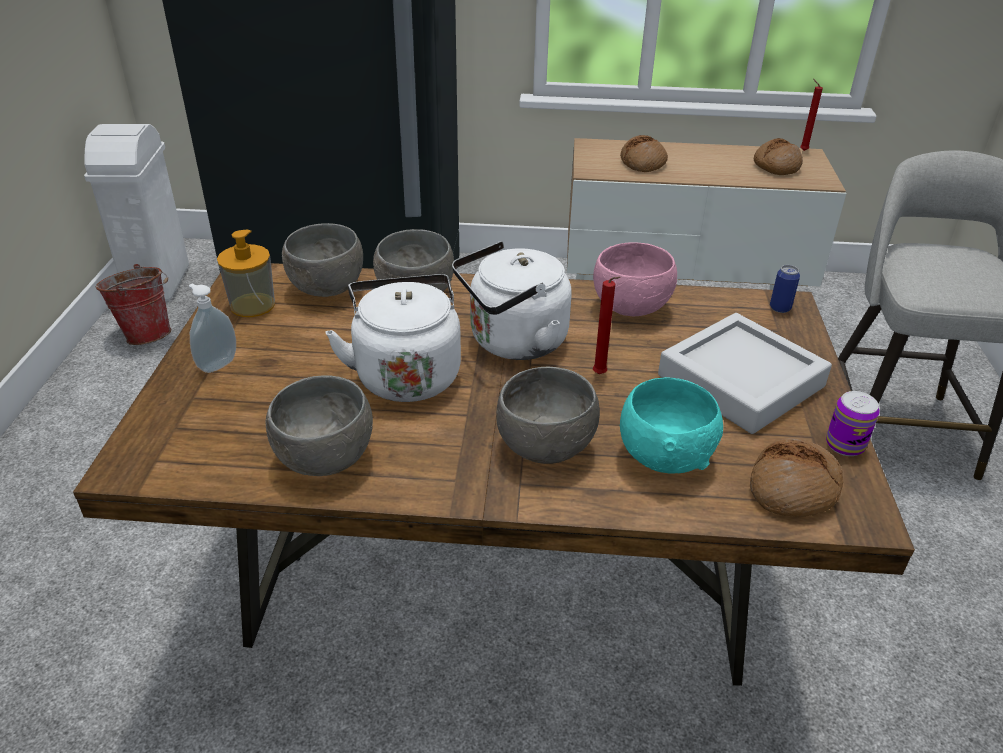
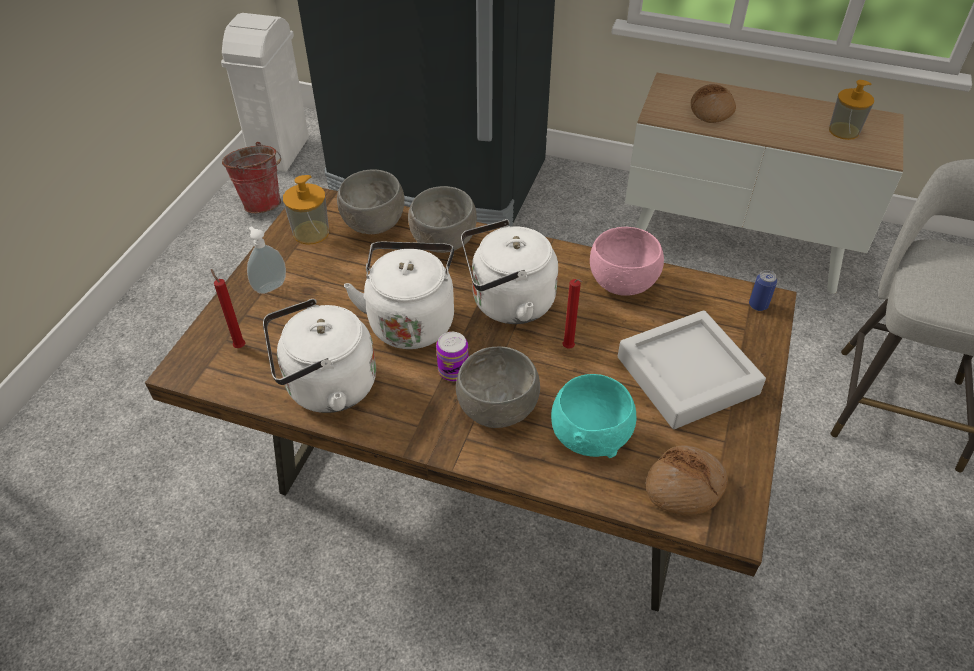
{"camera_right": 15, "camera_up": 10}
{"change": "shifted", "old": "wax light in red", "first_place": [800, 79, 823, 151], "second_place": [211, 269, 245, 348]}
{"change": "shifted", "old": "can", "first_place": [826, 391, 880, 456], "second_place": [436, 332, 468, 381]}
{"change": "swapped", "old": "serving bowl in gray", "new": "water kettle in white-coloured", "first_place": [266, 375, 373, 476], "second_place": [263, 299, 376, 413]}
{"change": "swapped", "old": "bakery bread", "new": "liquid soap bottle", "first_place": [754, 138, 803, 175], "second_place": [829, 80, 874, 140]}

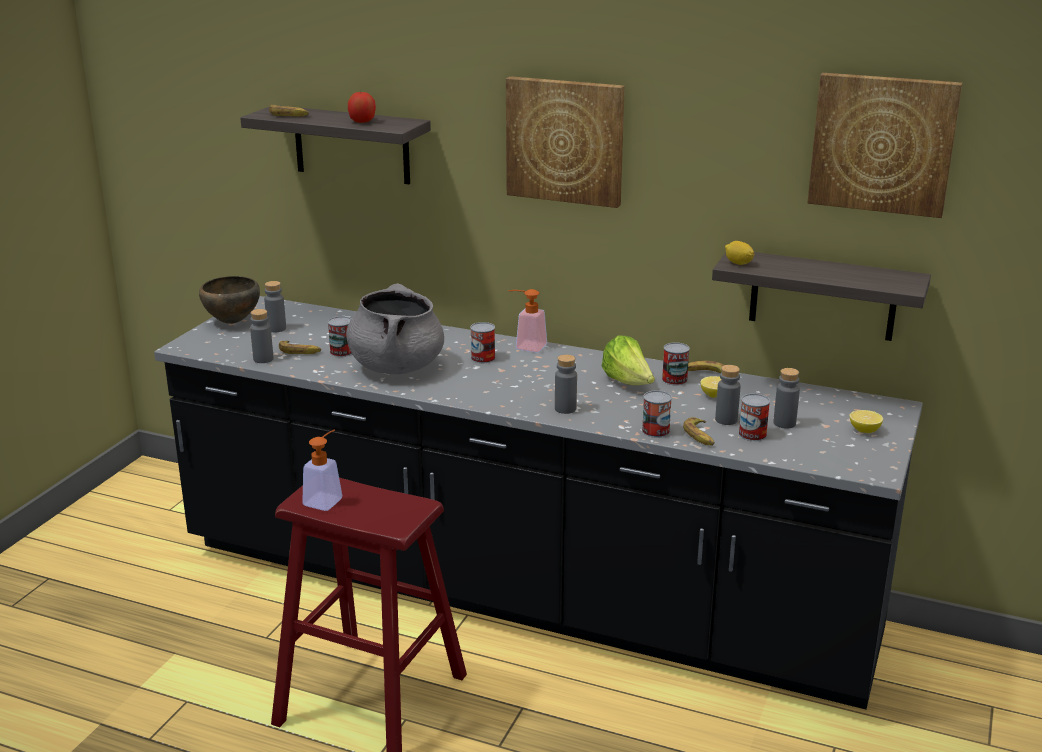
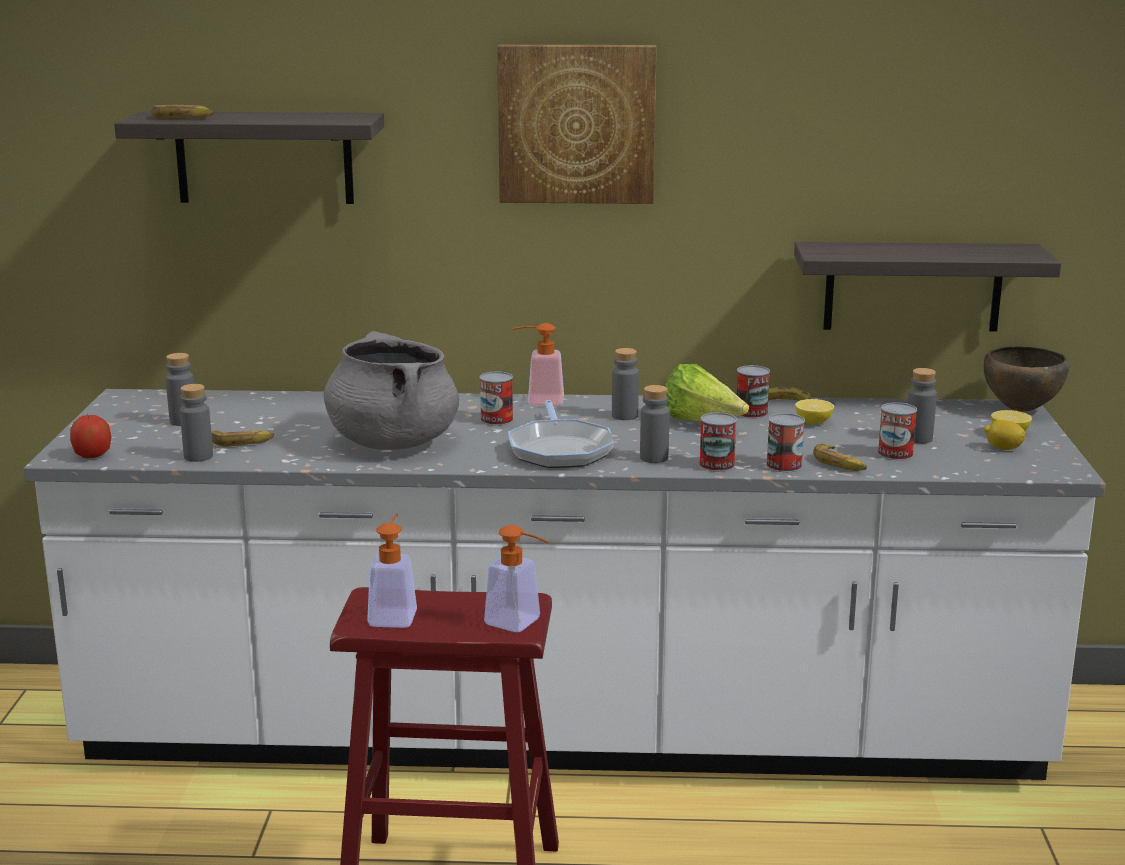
{"camera_right": -20, "camera_up": -5}
{"change": "gone", "old": "picture", "first_place": [808, 73, 962, 218]}
{"change": "new", "new": "liquid soap bottle", "second_place": [484, 525, 549, 632]}
{"change": "new", "new": "skillet", "second_place": [508, 400, 615, 468]}
{"change": "shifted", "old": "serving bowl in brown-coloured", "first_place": [199, 276, 260, 324], "second_place": [984, 346, 1069, 412]}
{"change": "shifted", "old": "can", "first_place": [328, 316, 352, 357], "second_place": [699, 413, 737, 472]}
{"change": "shifted", "old": "apple fruit", "first_place": [348, 90, 376, 123], "second_place": [70, 414, 111, 458]}
{"change": "shifted", "old": "drink bottle in gray", "first_place": [715, 365, 741, 425], "second_place": [612, 348, 639, 420]}
{"change": "shifted", "old": "whole lemon", "first_place": [725, 241, 754, 265], "second_place": [984, 420, 1026, 450]}
{"change": "repainted", "old": "kitchen base unit in black-coloured", "new": "kitchen base unit in white-coloured", "first_place": [154, 296, 923, 710], "second_place": [24, 389, 1106, 780]}

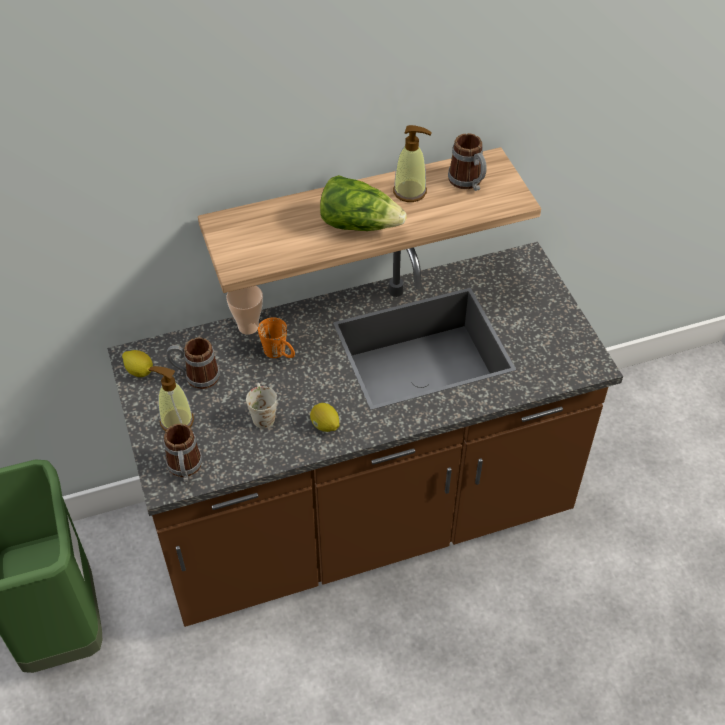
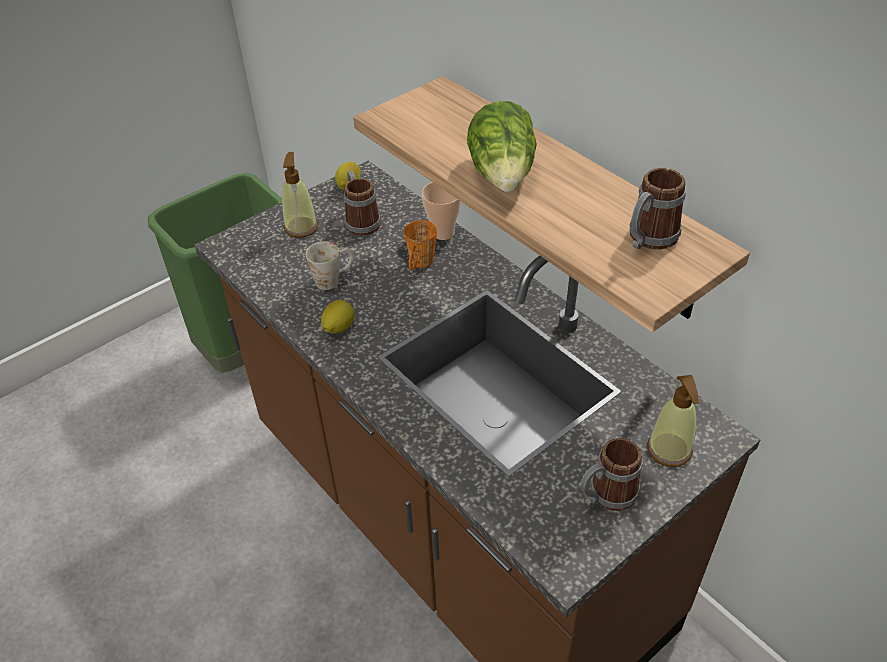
{"camera_right": 70, "camera_up": -5}
{"change": "shifted", "old": "tea mug", "first_place": [163, 424, 203, 482], "second_place": [580, 438, 643, 511]}
{"change": "shifted", "old": "liquid soap bottle", "first_place": [393, 125, 432, 202], "second_place": [647, 375, 699, 467]}

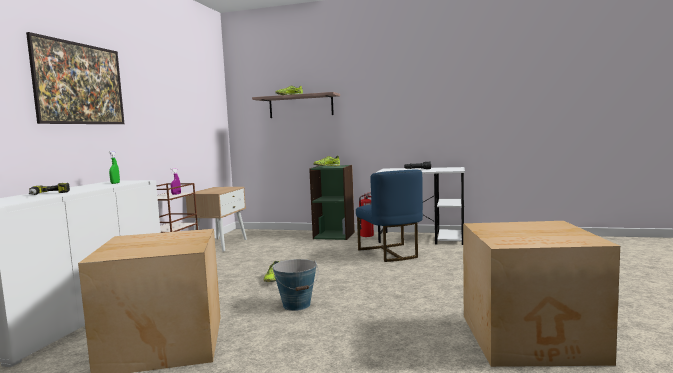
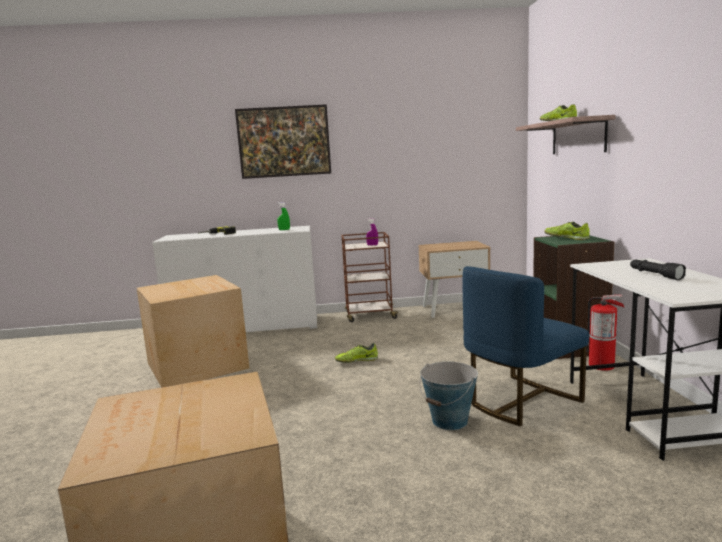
{"camera_right": 70, "camera_up": 5}
{"change": "shifted", "old": "water bucket", "first_place": [272, 259, 319, 311], "second_place": [419, 362, 478, 430]}

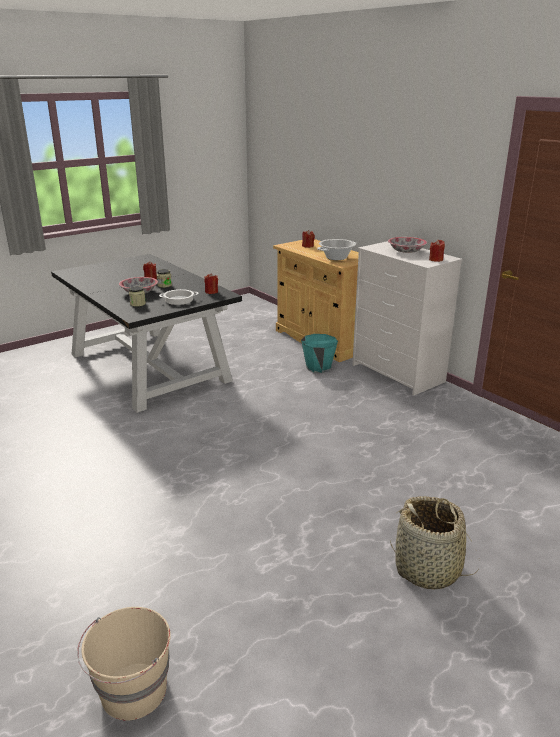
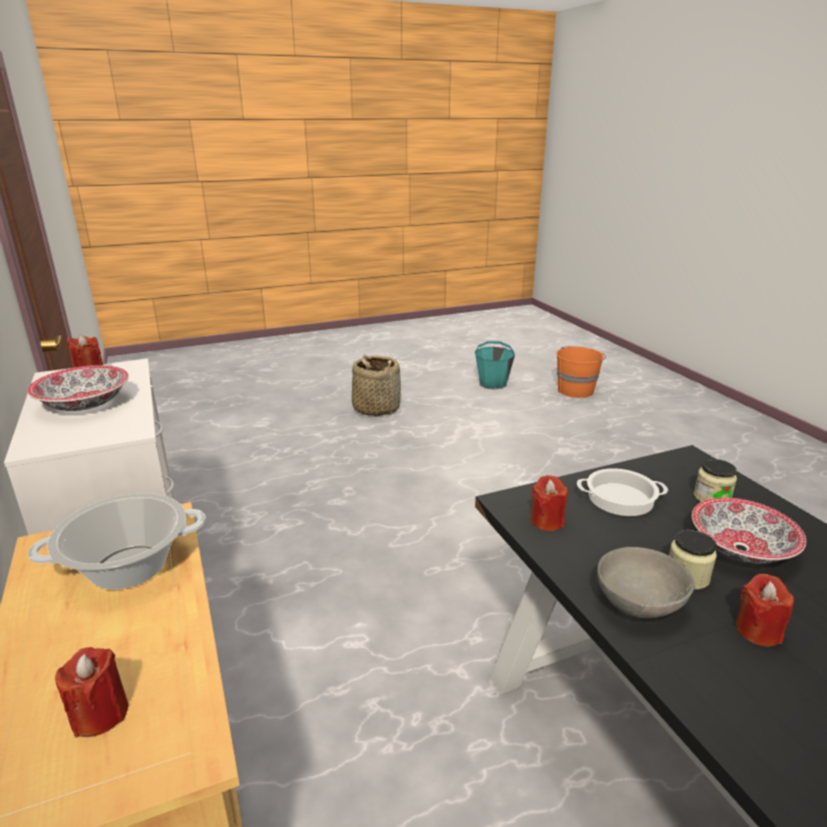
{"camera_right": -165, "camera_up": 0}
{"change": "new", "new": "serving bowl in gray", "second_place": [597, 547, 695, 619]}
{"change": "shifted", "old": "water bucket in turquoise-coloured", "first_place": [301, 334, 338, 373], "second_place": [475, 341, 515, 390]}
{"change": "repainted", "old": "water bucket in beige-coloured", "new": "water bucket in orange-coloured", "first_place": [77, 607, 171, 721], "second_place": [556, 346, 606, 398]}

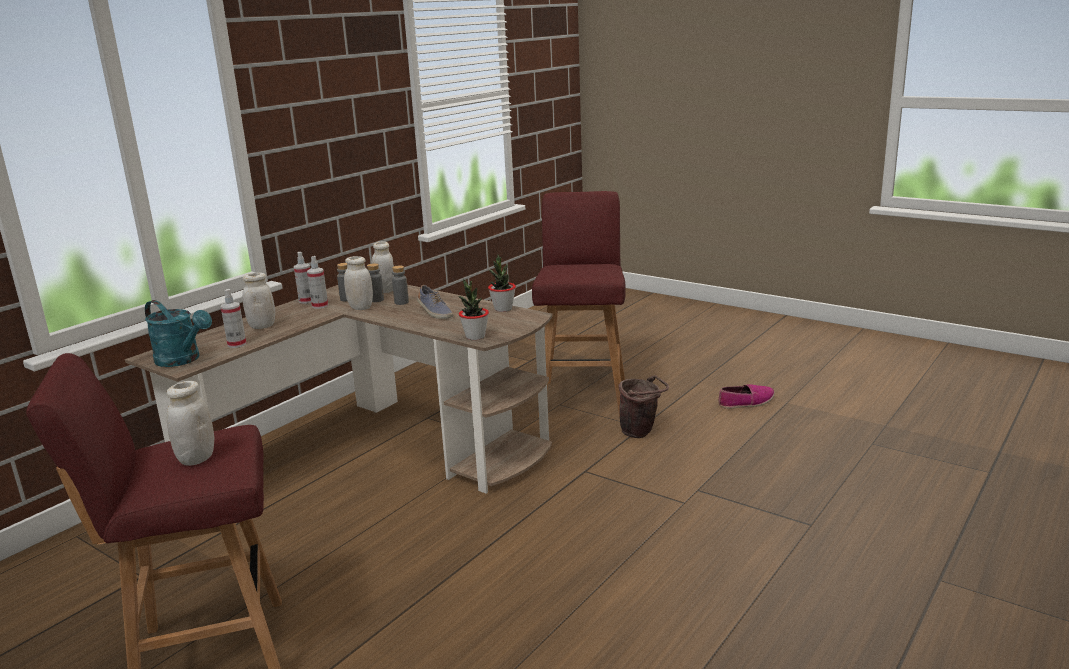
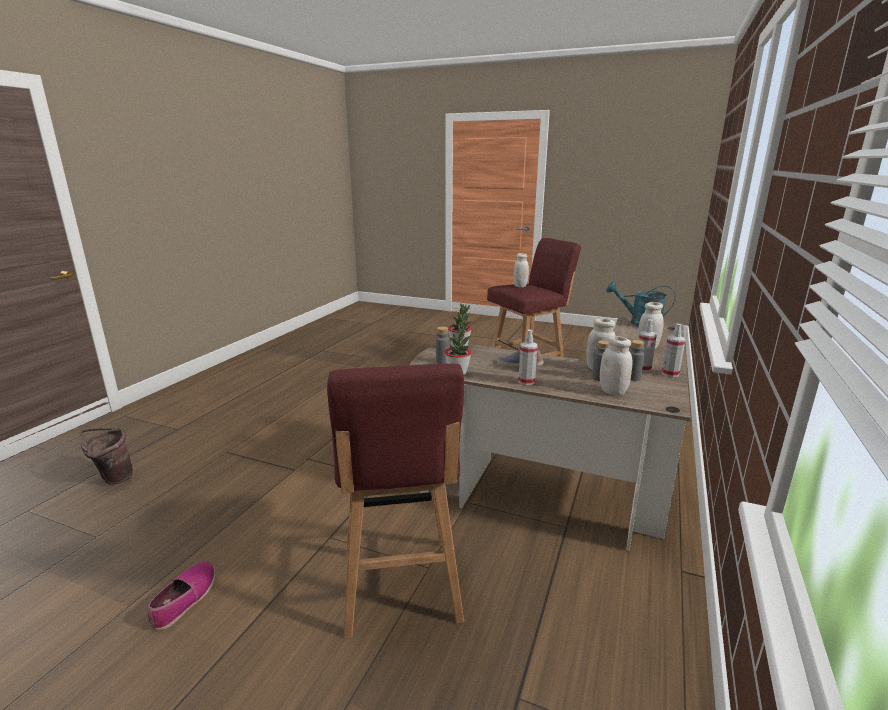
{"camera_right": 165, "camera_up": 0}
{"change": "shifted", "old": "hand sprayer", "first_place": [221, 289, 246, 348], "second_place": [518, 329, 538, 385]}
{"change": "shifted", "old": "drink bottle in gray", "first_place": [392, 265, 409, 305], "second_place": [436, 326, 450, 364]}
{"change": "shifted", "old": "water bucket in brown-coloured", "first_place": [619, 375, 669, 438], "second_place": [79, 426, 133, 485]}
{"change": "rotated", "old": "low shoe", "first_place": [718, 384, 775, 409], "second_place": [148, 561, 215, 630], "degrees": 135}

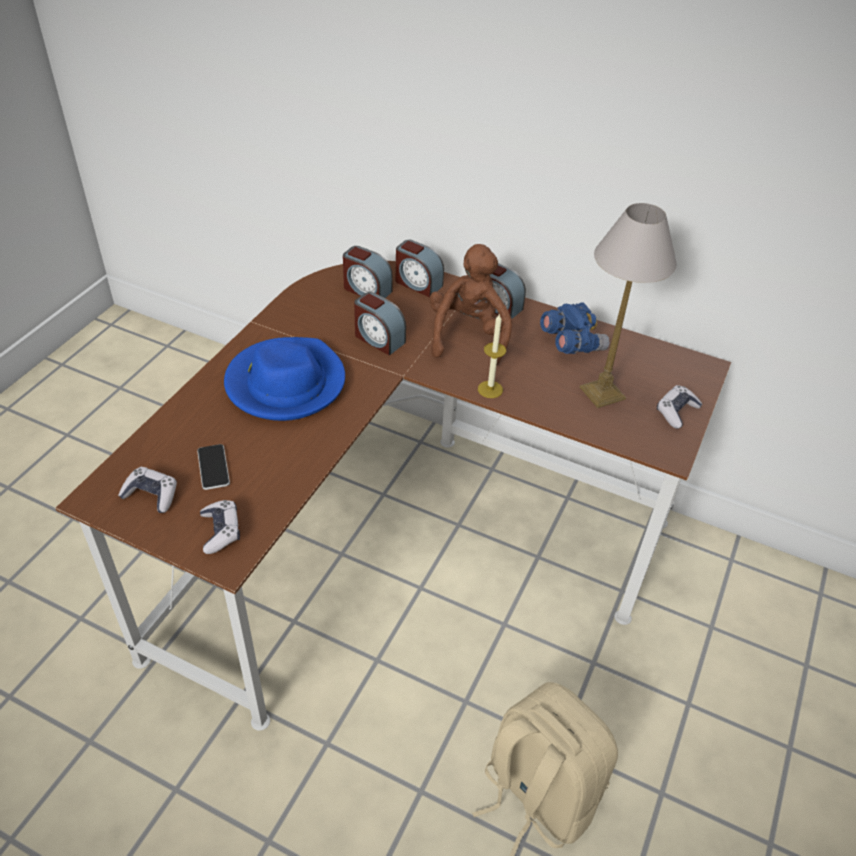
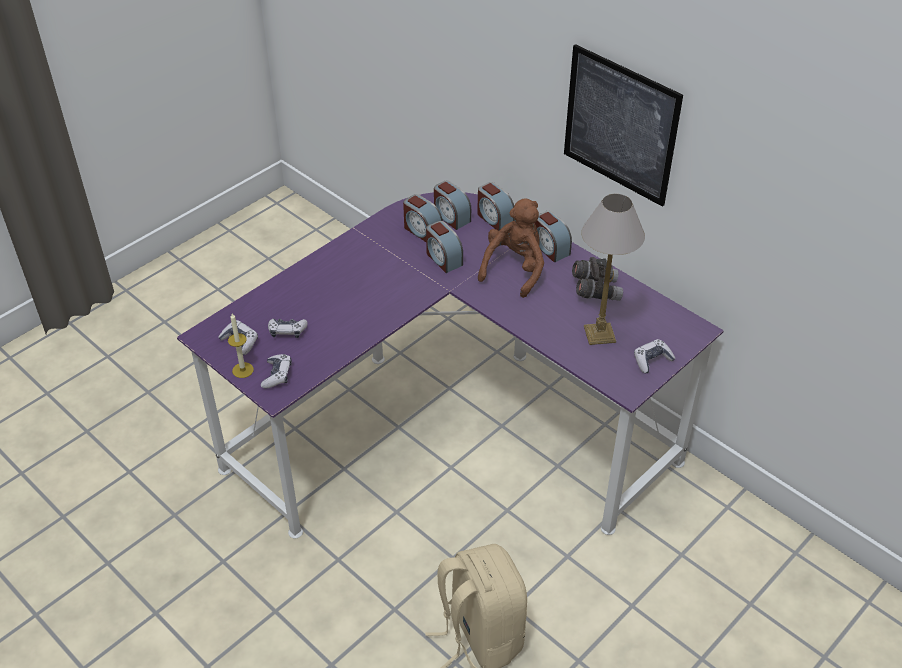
{"camera_right": 20, "camera_up": 0}
{"change": "gone", "old": "wearable hat in blue-coloured", "first_place": [224, 337, 345, 421]}
{"change": "new", "new": "table clock", "second_place": [403, 194, 443, 242]}
{"change": "new", "new": "picture", "second_place": [564, 44, 683, 207]}
{"change": "shifted", "old": "wax light", "first_place": [478, 313, 506, 398], "second_place": [228, 313, 254, 378]}
{"change": "swapped", "old": "handset", "new": "joypad", "first_place": [197, 444, 230, 490], "second_place": [268, 319, 308, 338]}
{"change": "repainted", "old": "desk unit in brown-coloured", "new": "desk unit in purple", "first_place": [55, 261, 731, 731], "second_place": [177, 192, 724, 539]}
{"change": "repainted", "old": "pair of binoculars in blue-coloured", "new": "pair of binoculars in gray", "first_place": [540, 302, 610, 354], "second_place": [572, 257, 623, 301]}

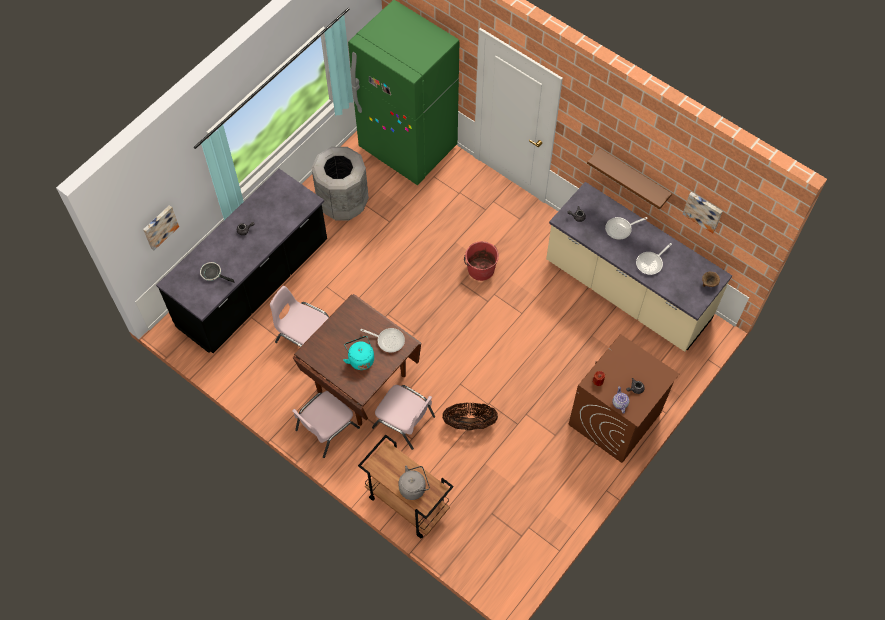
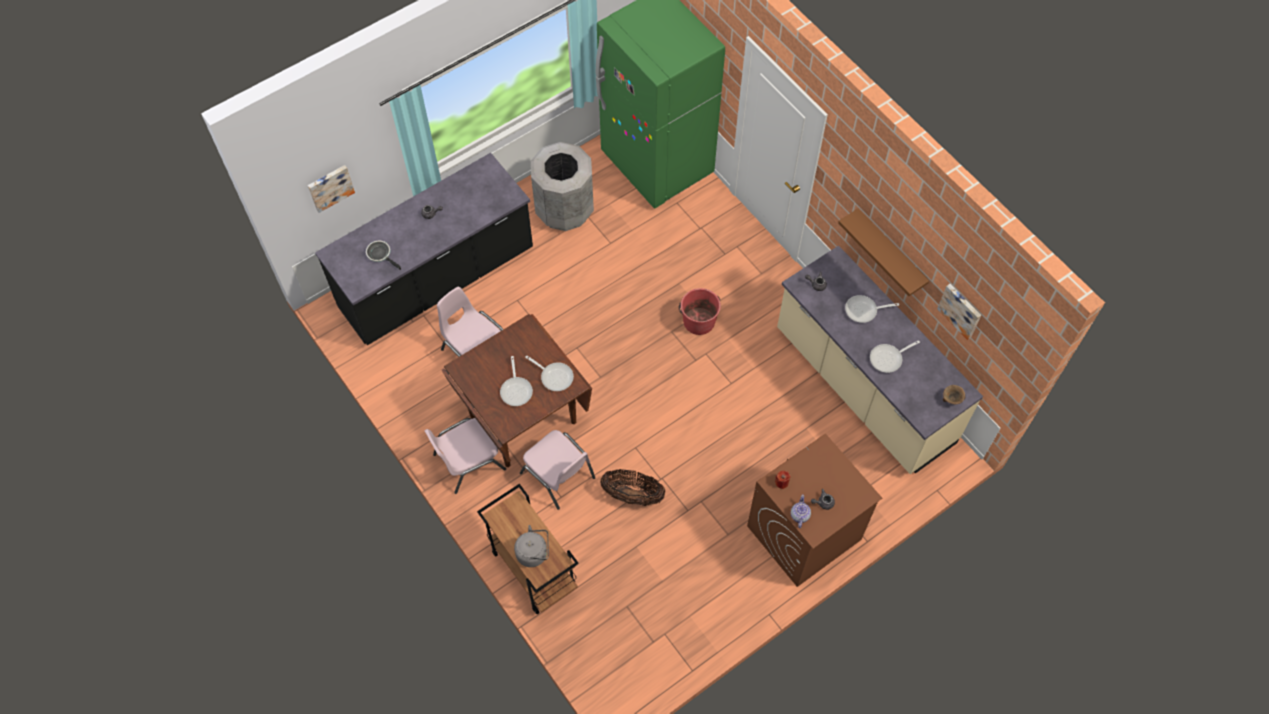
{"camera_right": 15, "camera_up": 0}
{"change": "swapped", "old": "water kettle in turquoise-coloured", "new": "skillet", "first_place": [343, 336, 374, 370], "second_place": [500, 356, 533, 406]}

